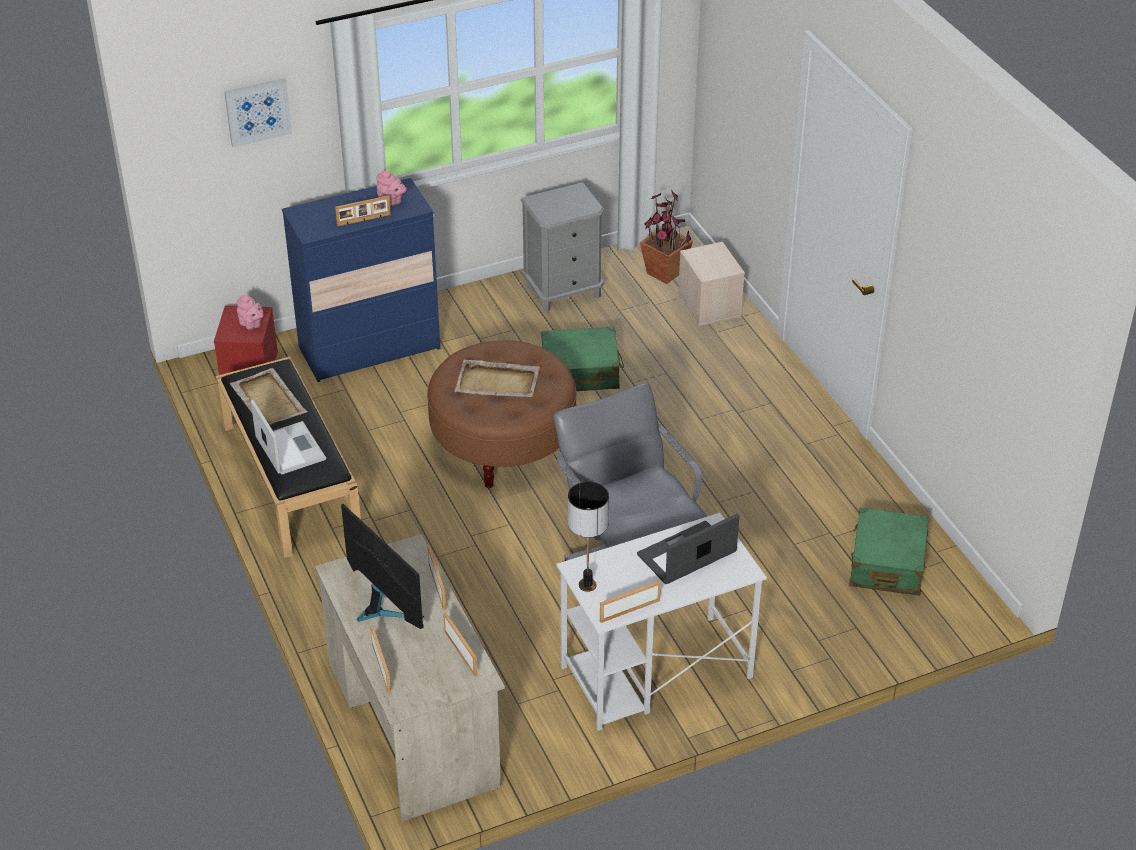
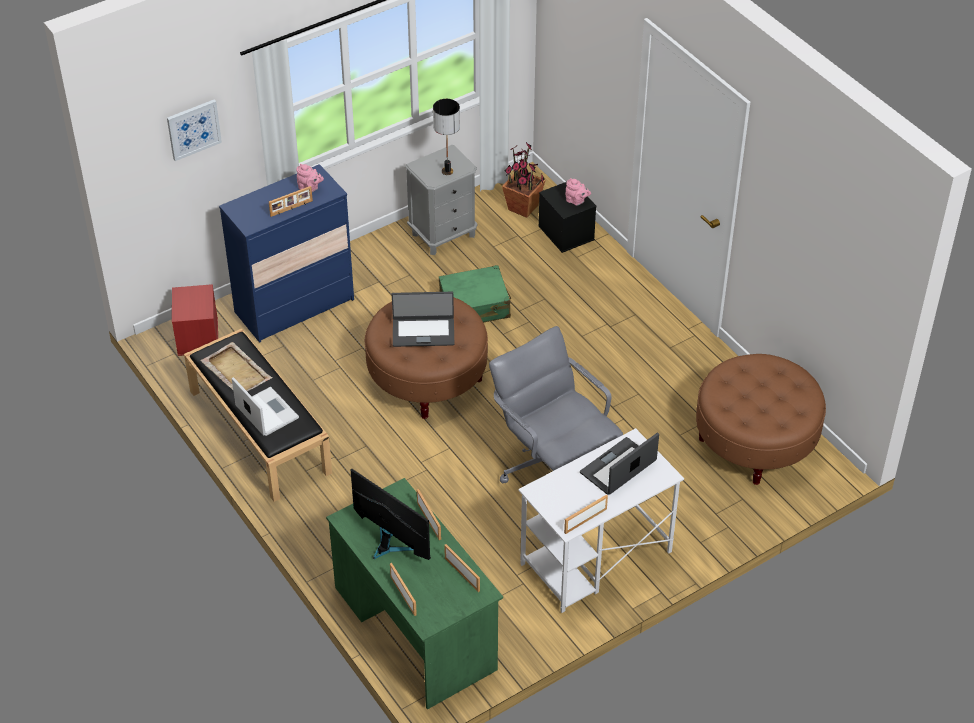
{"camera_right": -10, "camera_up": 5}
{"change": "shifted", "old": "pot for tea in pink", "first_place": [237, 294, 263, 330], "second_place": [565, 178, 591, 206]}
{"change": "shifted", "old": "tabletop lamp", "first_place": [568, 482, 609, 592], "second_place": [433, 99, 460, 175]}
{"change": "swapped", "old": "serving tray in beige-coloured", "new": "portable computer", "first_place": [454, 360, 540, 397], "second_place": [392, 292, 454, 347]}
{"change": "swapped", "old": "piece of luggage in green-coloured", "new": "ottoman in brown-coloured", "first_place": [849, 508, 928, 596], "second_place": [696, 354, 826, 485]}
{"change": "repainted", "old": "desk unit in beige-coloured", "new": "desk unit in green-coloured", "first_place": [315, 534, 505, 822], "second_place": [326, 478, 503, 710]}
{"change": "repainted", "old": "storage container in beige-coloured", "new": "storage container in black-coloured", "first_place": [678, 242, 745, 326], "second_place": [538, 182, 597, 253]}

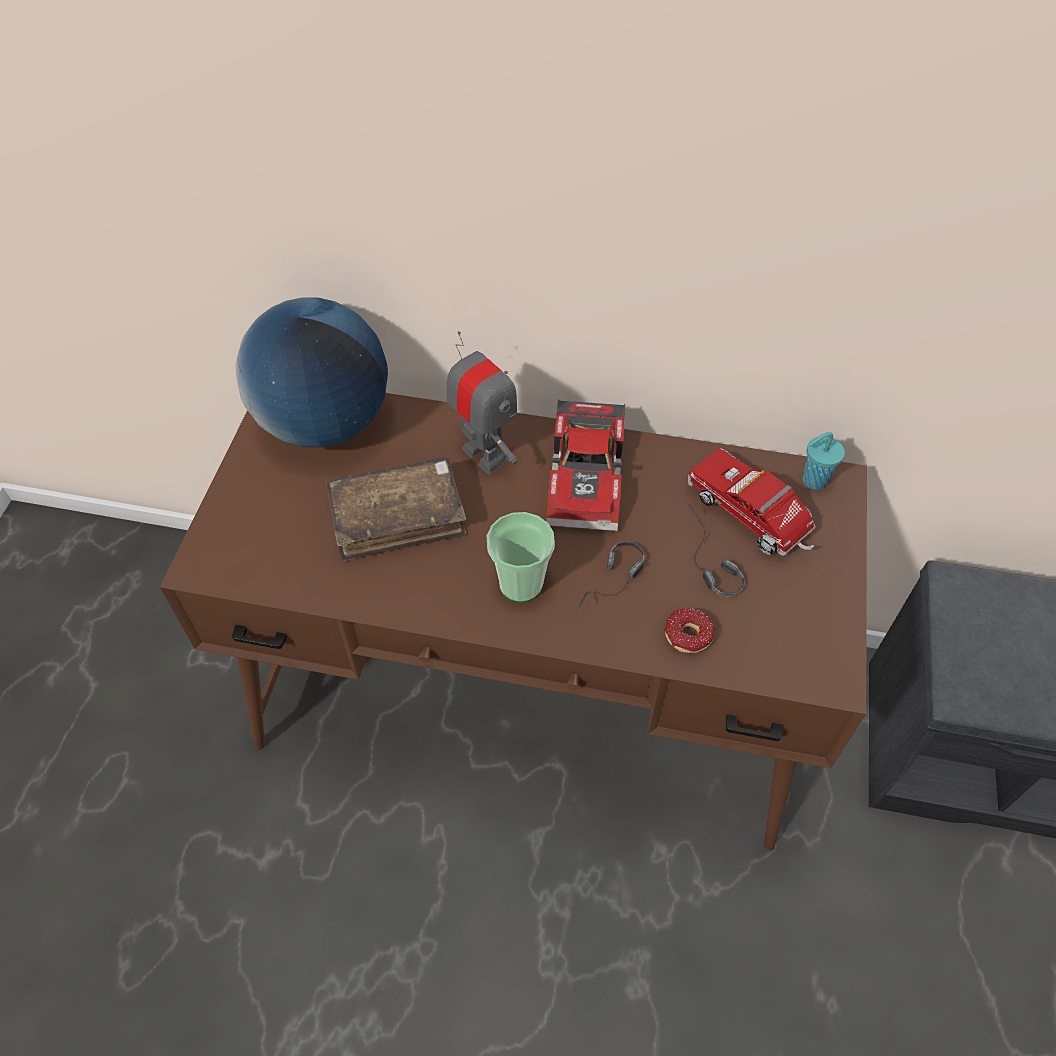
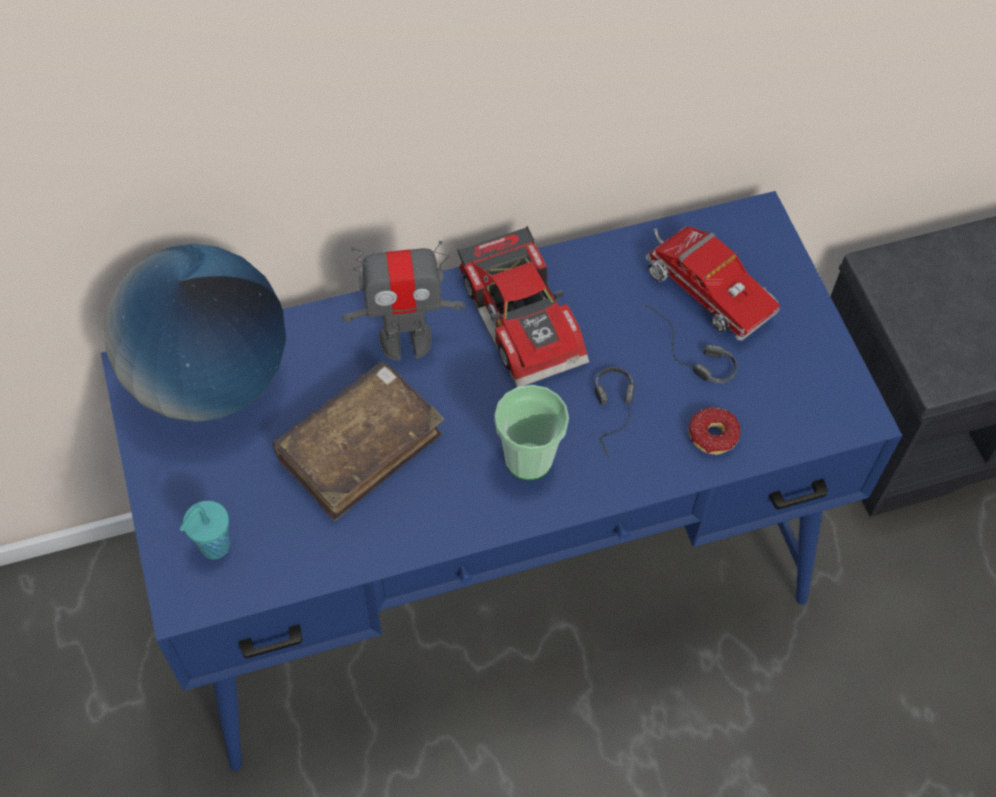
{"camera_right": -30, "camera_up": 5}
{"change": "shifted", "old": "cup in turquoise-coloured", "first_place": [802, 432, 845, 490], "second_place": [179, 501, 230, 559]}
{"change": "repainted", "old": "desk unit in brown-coloured", "new": "desk unit in blue-coloured", "first_place": [160, 393, 867, 851], "second_place": [101, 191, 902, 771]}
{"change": "rotated", "old": "model robot", "first_place": [447, 331, 517, 474], "second_place": [341, 241, 465, 361], "degrees": 150}
{"change": "rotated", "old": "toy lorry", "first_place": [688, 448, 816, 556], "second_place": [646, 227, 780, 341], "degrees": -150}

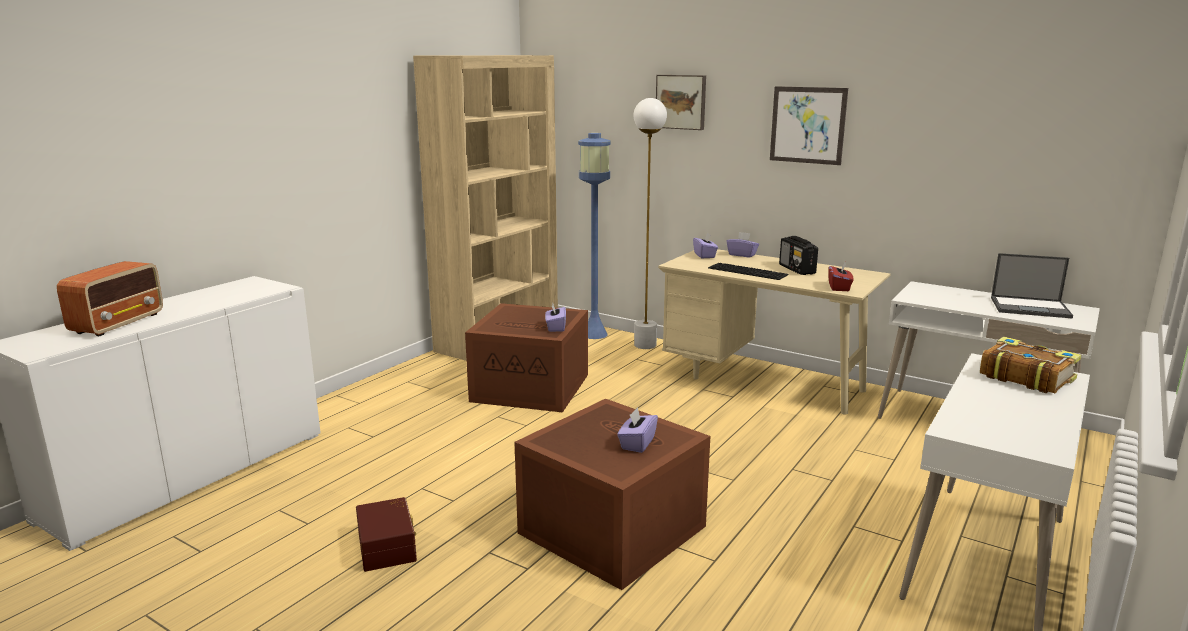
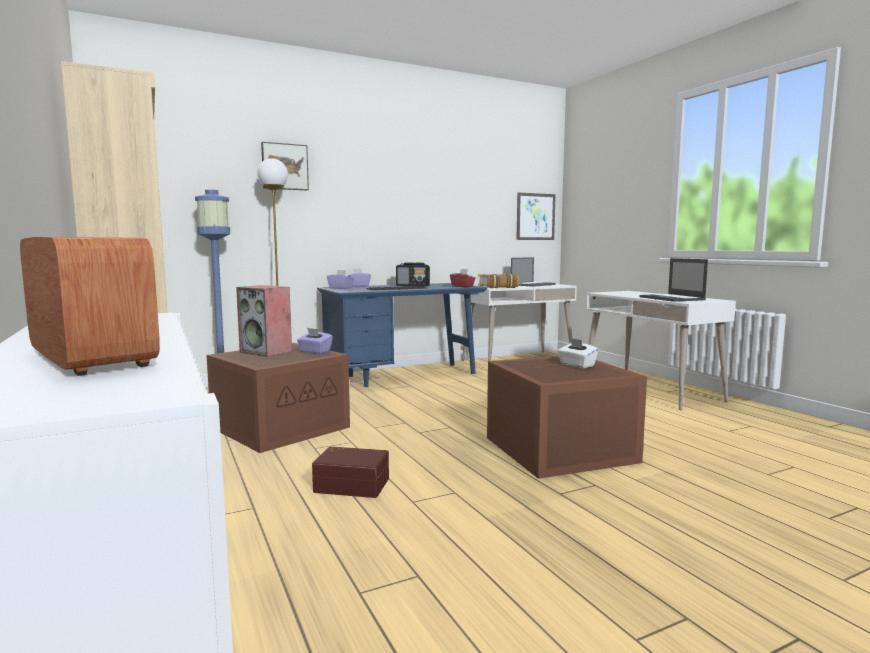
{"camera_right": -60, "camera_up": -10}
{"change": "new", "new": "speaker", "second_place": [236, 285, 292, 357]}
{"change": "new", "new": "portable computer", "second_place": [639, 258, 708, 302]}
{"change": "shifted", "old": "storage container in brown-coloured", "first_place": [356, 497, 417, 572], "second_place": [312, 446, 389, 498]}
{"change": "shifted", "old": "picture", "first_place": [770, 86, 848, 165], "second_place": [516, 192, 556, 240]}
{"change": "shifted", "old": "book", "first_place": [980, 337, 1081, 393], "second_place": [478, 274, 519, 288]}
{"change": "repainted", "old": "tissue box in purple", "new": "tissue box in white-coloured", "first_place": [617, 407, 658, 453], "second_place": [558, 338, 599, 368]}
{"change": "repainted", "old": "desk unit in beige-coloured", "new": "desk unit in blue-coloured", "first_place": [658, 249, 891, 414], "second_place": [317, 283, 487, 387]}

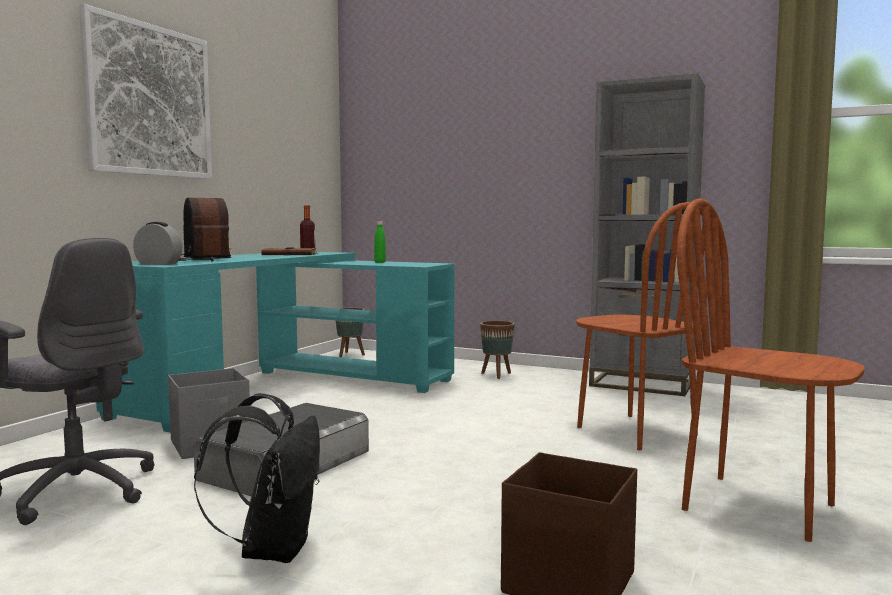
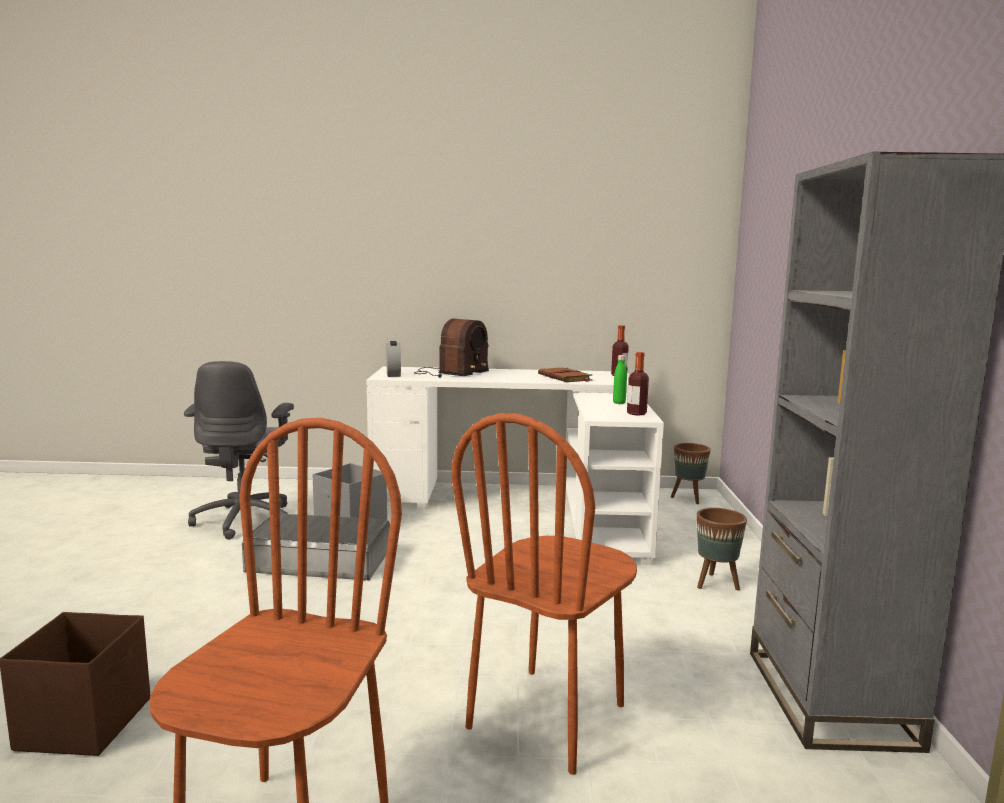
{"camera_right": 65, "camera_up": 5}
{"change": "gone", "old": "picture", "first_place": [79, 4, 212, 179]}
{"change": "gone", "old": "rucksack in black-coloured", "first_place": [194, 393, 320, 563]}
{"change": "new", "new": "drink bottle", "second_place": [627, 352, 649, 416]}
{"change": "repainted", "old": "desk unit in turquoise-coloured", "new": "desk unit in white-coloured", "first_place": [96, 252, 454, 433], "second_place": [366, 367, 664, 565]}

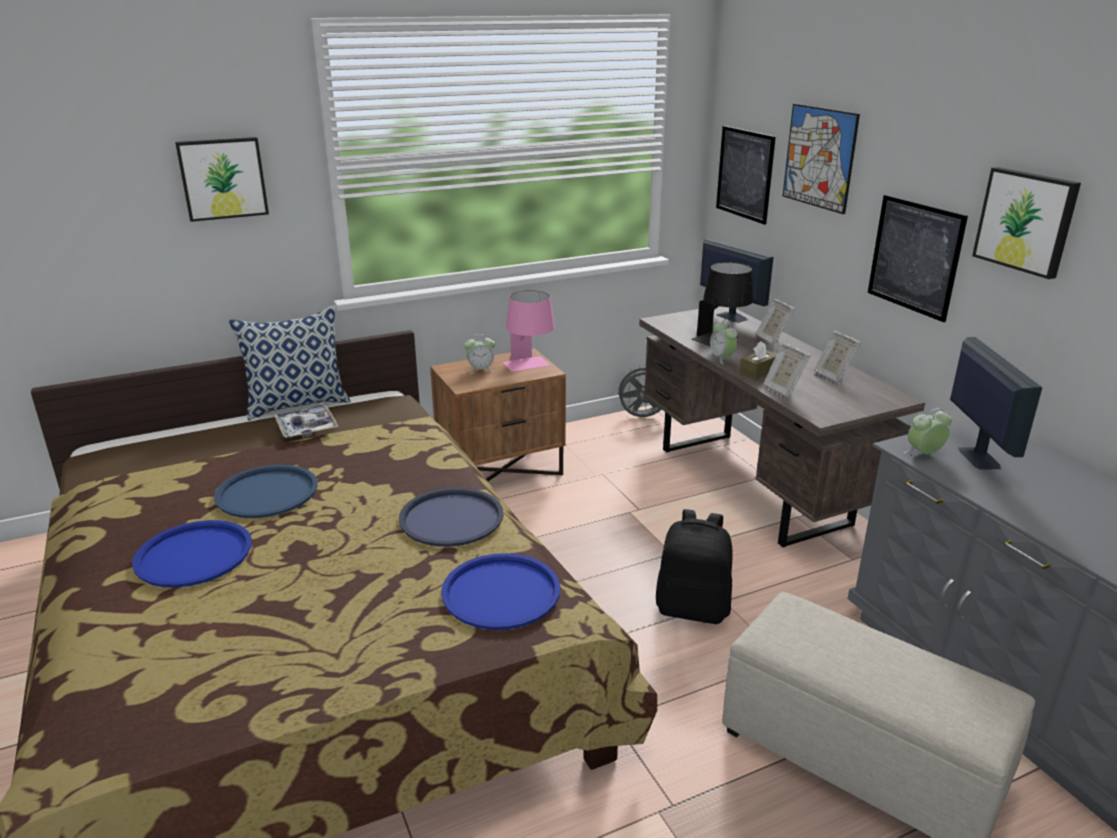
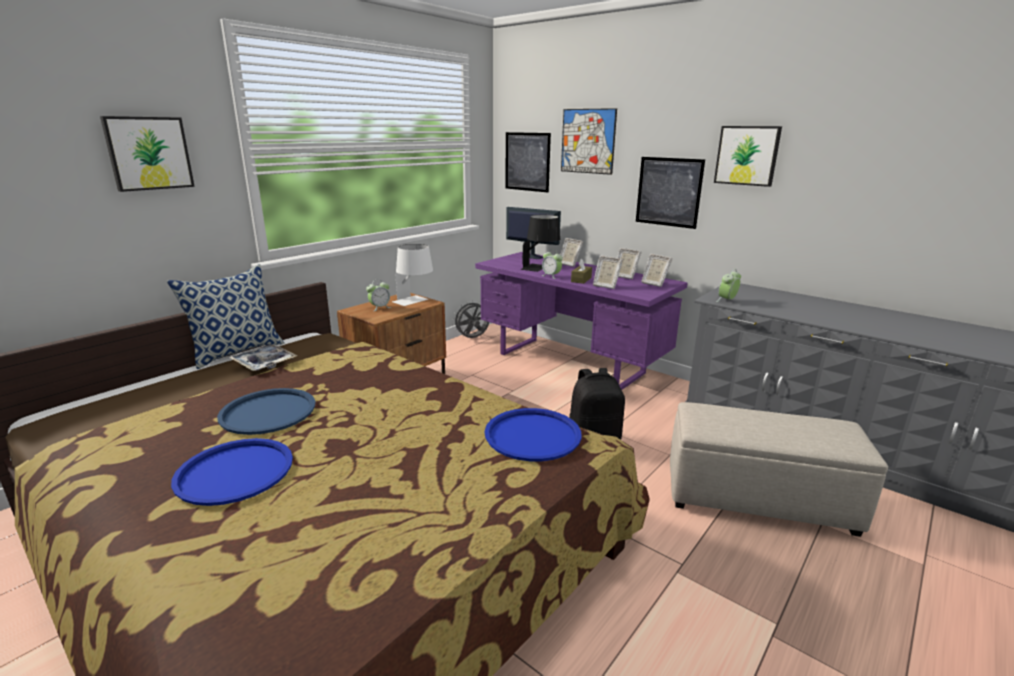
{"camera_right": -25, "camera_up": -5}
{"change": "gone", "old": "serving tray in blue-coloured", "first_place": [399, 487, 503, 547]}
{"change": "gone", "old": "computer screen", "first_place": [950, 337, 1042, 470]}
{"change": "new", "new": "standing frame", "second_place": [641, 254, 672, 287]}
{"change": "repainted", "old": "tabletop lamp in pink", "new": "tabletop lamp in white-coloured", "first_place": [503, 290, 555, 372], "second_place": [392, 244, 433, 306]}
{"change": "repainted", "old": "desk unit in brown-coloured", "new": "desk unit in purple", "first_place": [639, 306, 925, 547], "second_place": [475, 252, 688, 390]}

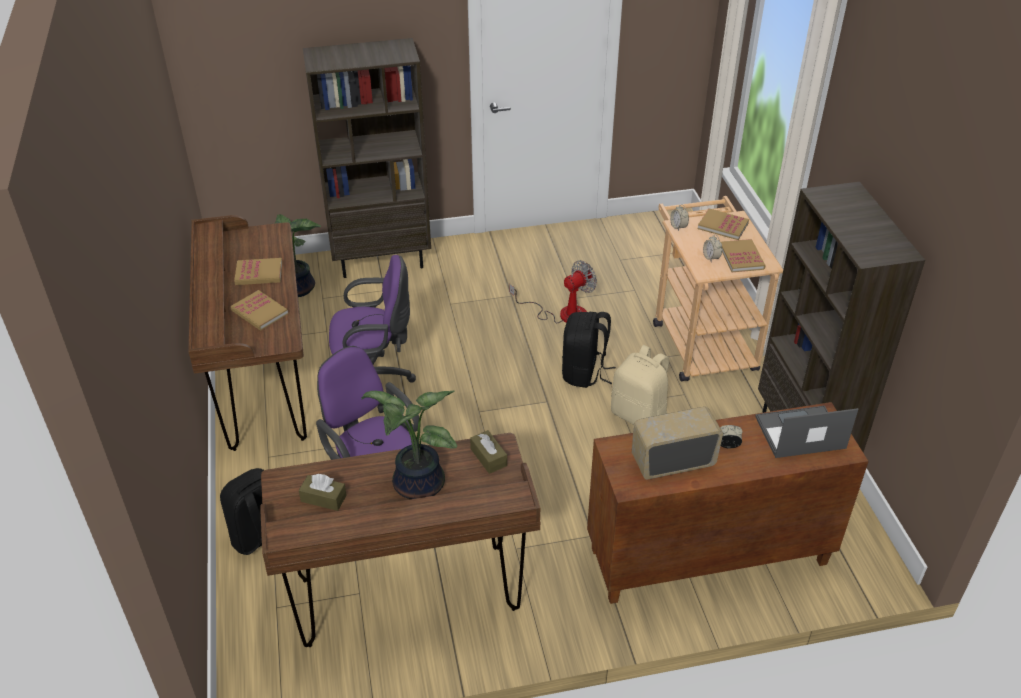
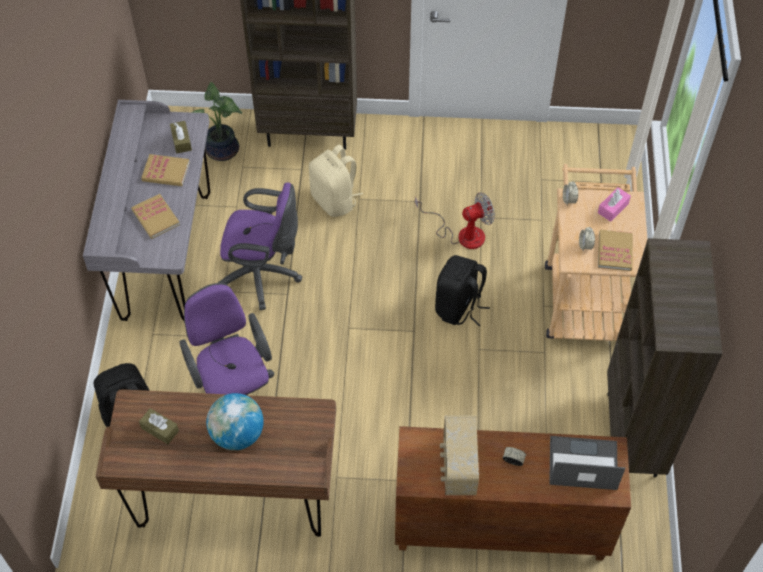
{"camera_right": 15, "camera_up": 15}
{"change": "shifted", "old": "tissue box in brown-coloured", "first_place": [470, 430, 507, 474], "second_place": [170, 121, 192, 153]}
{"change": "shifted", "old": "rucksack in beige-coloured", "first_place": [611, 345, 669, 425], "second_place": [309, 145, 363, 217]}
{"change": "swapped", "old": "houseplant", "new": "desk globe", "first_place": [361, 390, 457, 499], "second_place": [206, 393, 264, 450]}
{"change": "swapped", "old": "book", "new": "tissue box in pink", "first_place": [698, 209, 749, 240], "second_place": [598, 187, 631, 222]}
{"change": "repainted", "old": "desk unit in brown-coloured", "new": "desk unit in gray", "first_place": [188, 215, 307, 451], "second_place": [83, 100, 210, 323]}
{"change": "rotated", "old": "radio", "first_place": [632, 407, 723, 479], "second_place": [440, 415, 479, 495], "degrees": -90}

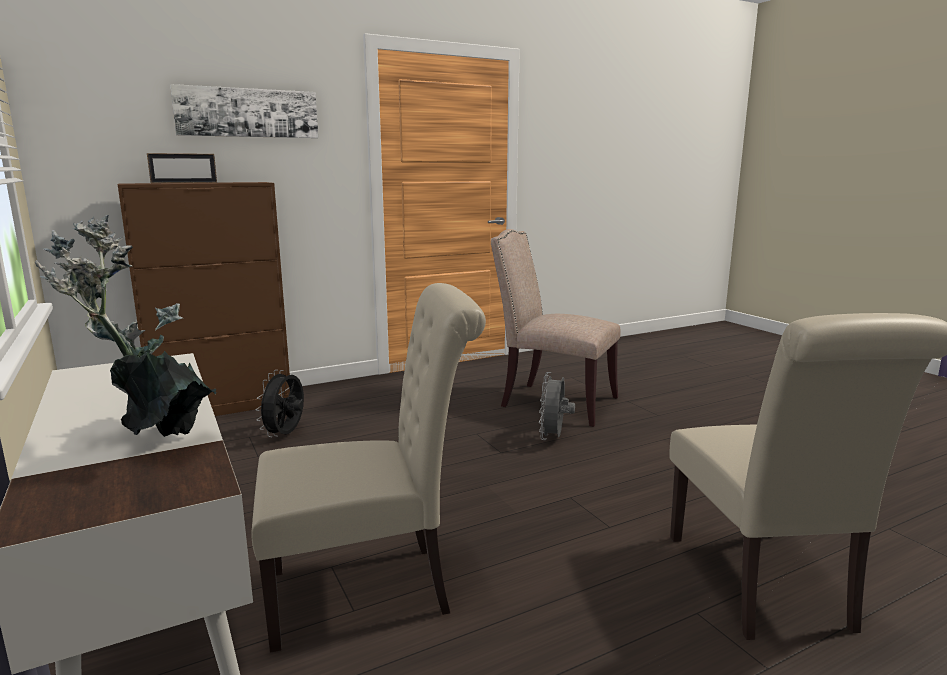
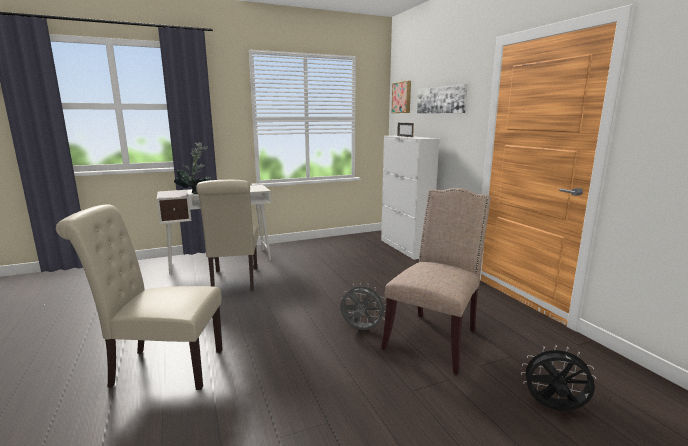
{"camera_right": 95, "camera_up": 0}
{"change": "new", "new": "picture", "second_place": [392, 81, 411, 113]}
{"change": "shifted", "old": "electric fan in black-coloured", "first_place": [256, 370, 304, 437], "second_place": [521, 345, 596, 411]}
{"change": "repainted", "old": "cabinet in brown-coloured", "new": "cabinet in white-coloured", "first_place": [118, 182, 290, 416], "second_place": [381, 136, 439, 260]}

